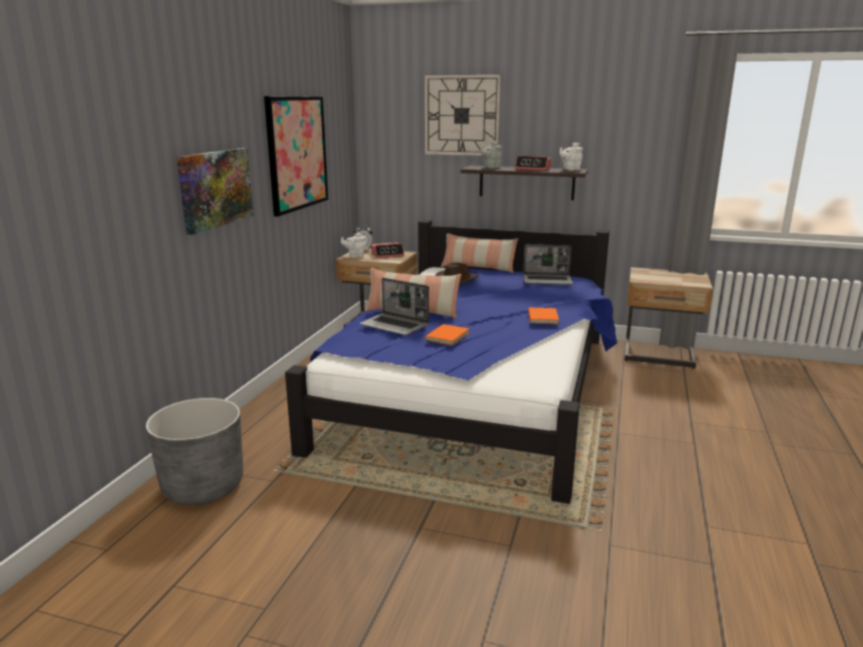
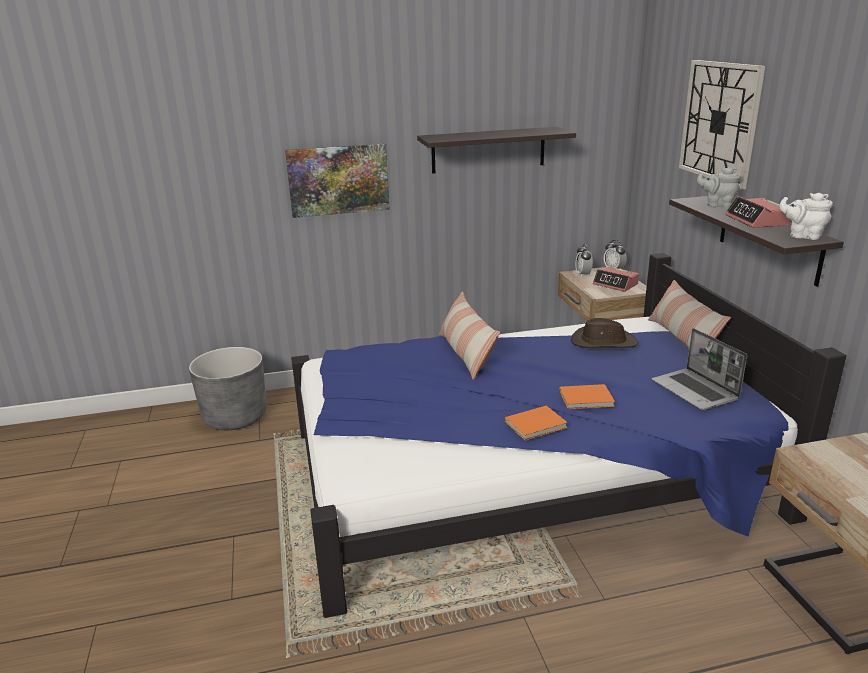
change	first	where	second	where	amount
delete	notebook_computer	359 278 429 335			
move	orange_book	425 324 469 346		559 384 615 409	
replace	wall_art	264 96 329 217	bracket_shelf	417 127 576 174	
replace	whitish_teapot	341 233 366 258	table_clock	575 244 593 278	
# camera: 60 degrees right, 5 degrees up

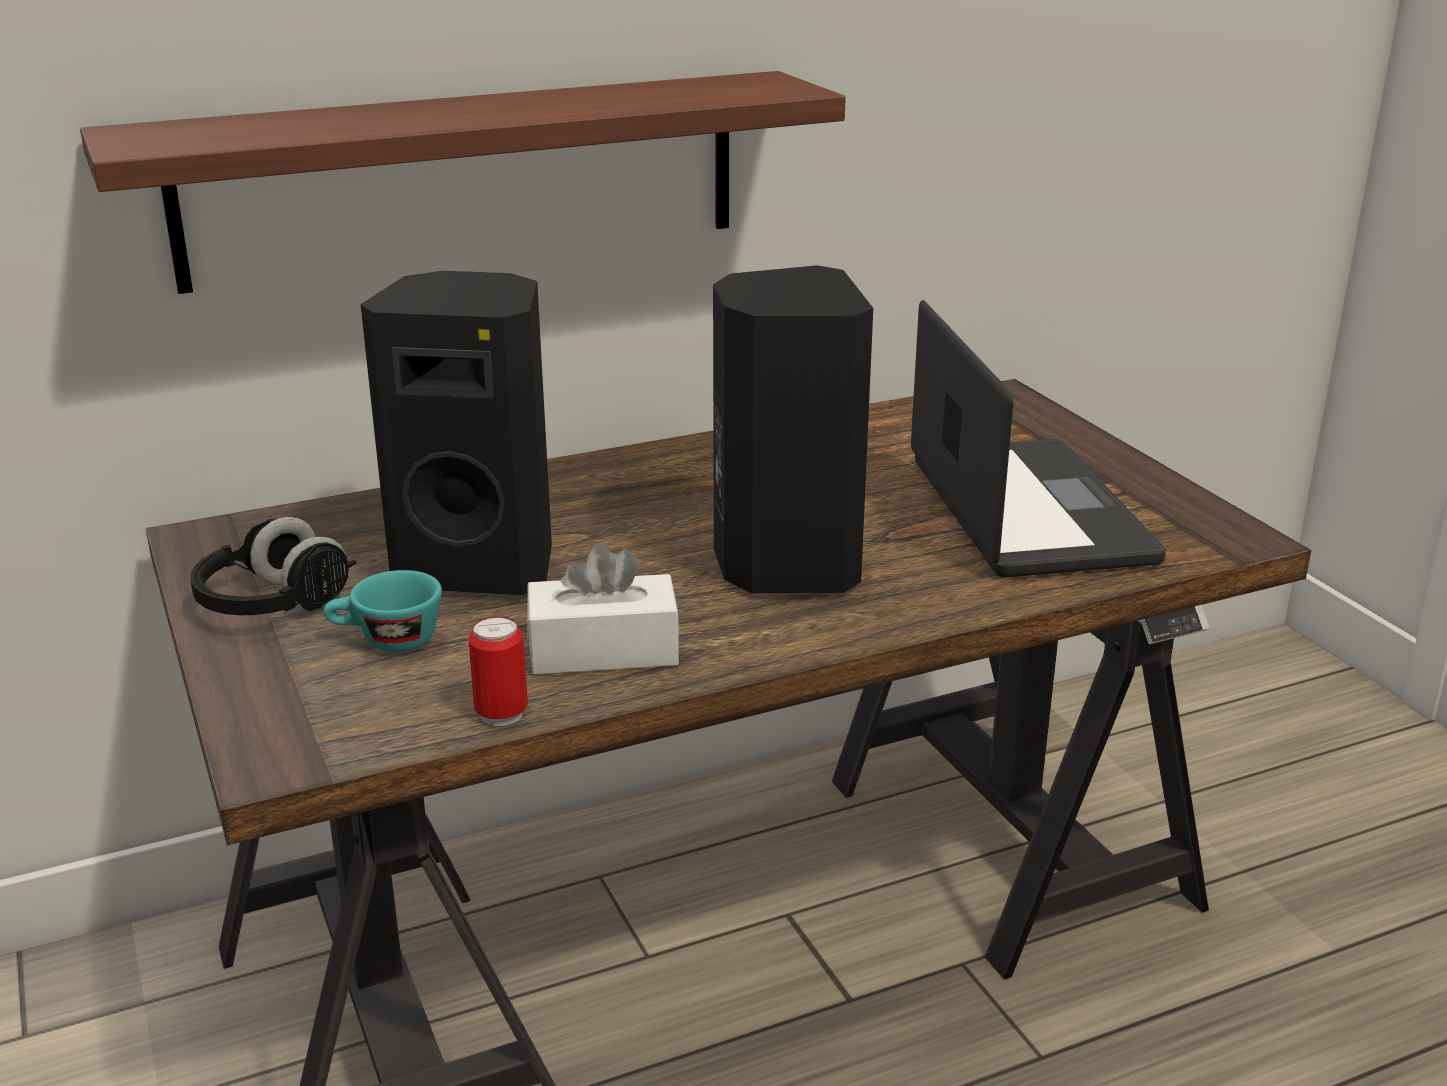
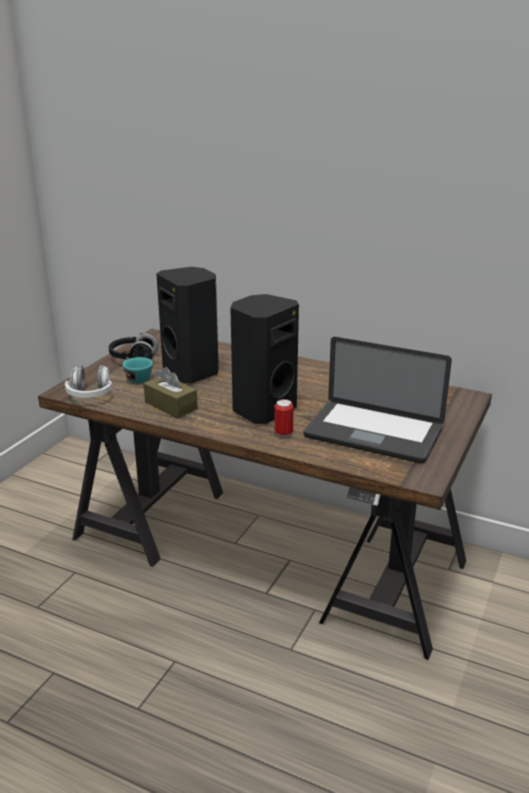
change	first	where	second	where	amount
delete	bracket_shelf	80 71 846 294			
insert			whitish_pair_of_headphones	65 365 112 398	
move	can	468 616 528 726		274 399 294 438	
recolor	whitish_tissue_box	527 543 680 675	brownish_tissue_box	144 367 198 418	
rotate	notebook_computer	911 300 1166 578		303 337 452 463	75 degrees clockwise
# camera: 50 degrees right, 0 degrees up

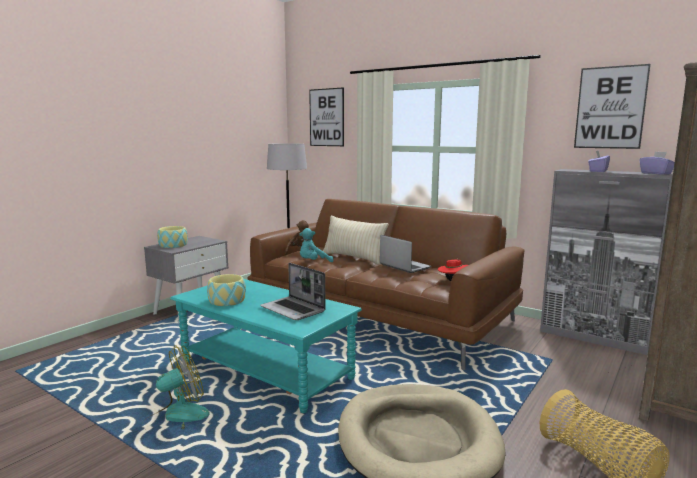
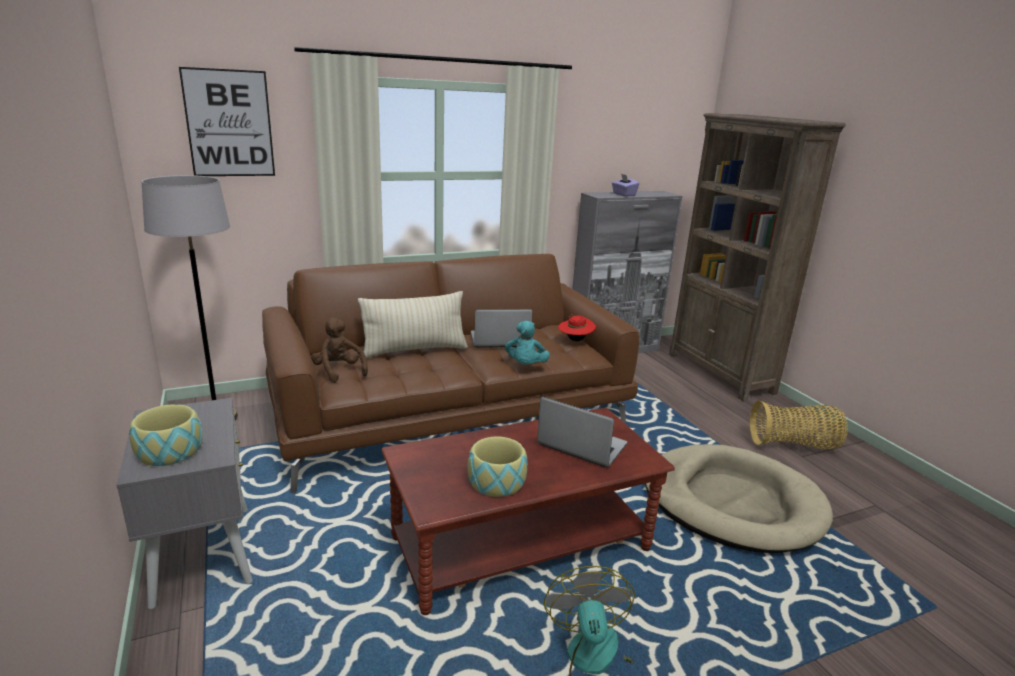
change	first	where	second	where	amount
delete	wall_art	574 64 651 149			
delete	purplish_tissue_box	640 152 675 175			
move	blue-green_plush_toy	299 228 334 262		505 321 550 364	
recolor	blue-green_coffee_table	170 279 362 413	brownish_coffee_table	381 408 675 615	
rotate	notebook_computer	260 263 326 320		537 397 627 467	135 degrees counterclockwise
# camera: 60 degrees left, 10 degrees up

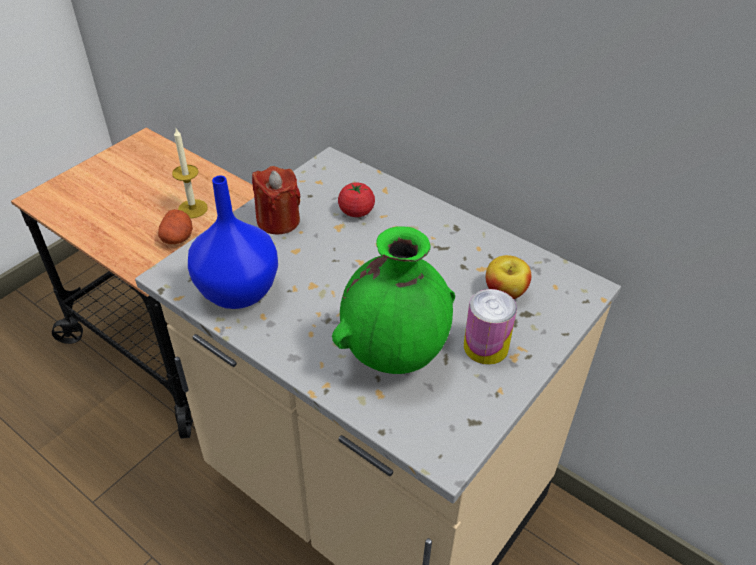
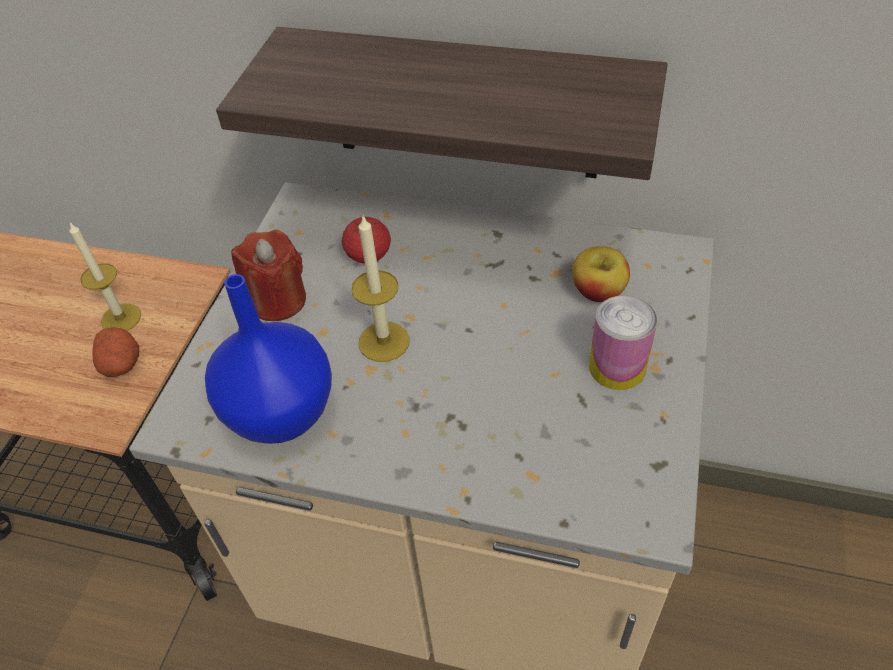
change	first	where	second	where	amount
delete	greenish_decorative_vase	332 226 455 374			
insert			bracket_shelf	216 27 668 180	
insert			candle	351 215 410 362	
# camera: 20 degrees left, 5 degrees up

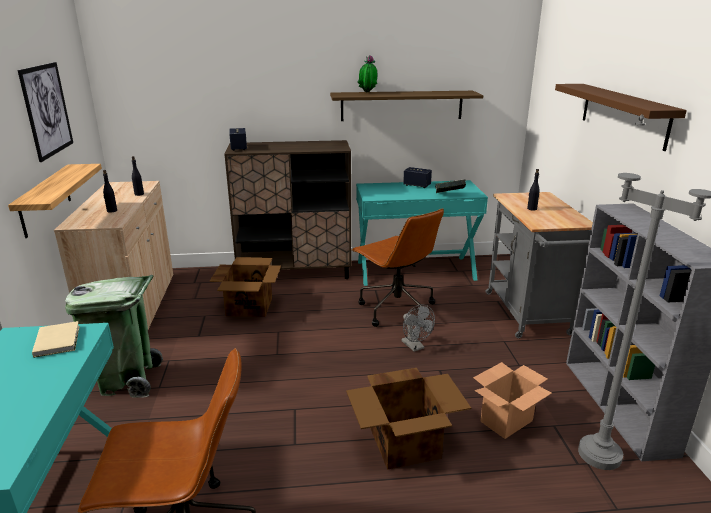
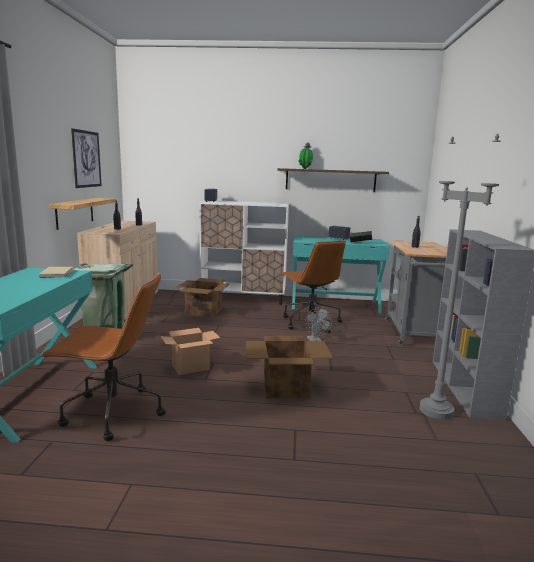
change	first	where	second	where	amount
delete	brownish_bracket_shelf	555 84 687 151			
move	packing_box	473 362 552 439		160 328 220 375	
recolor	brownish_cupboard	224 140 351 279	whitish_cupboard	199 200 289 305	
# camera: 10 degrees right, 10 degrees down

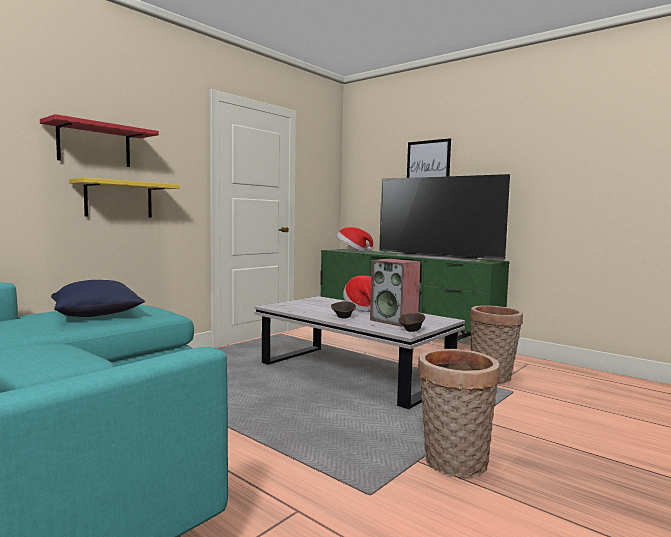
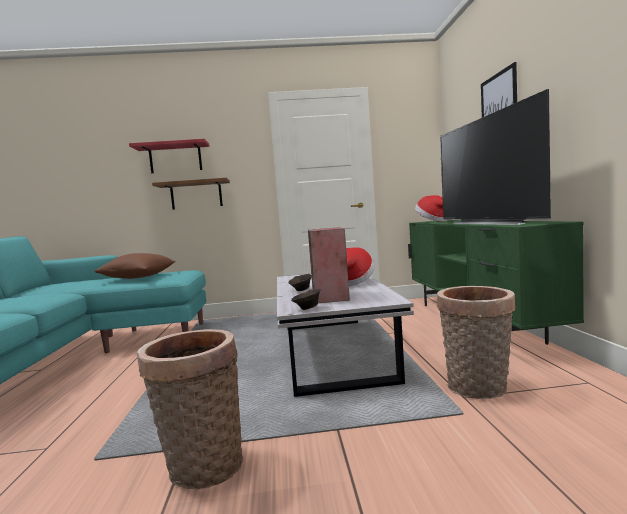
change	first	where	second	where	amount
recolor	bluish_throw_pillow	51 280 145 317	brownish_throw_pillow	94 253 176 279	
recolor	yellow_bracket_shelf	69 178 180 218	brownish_bracket_shelf	152 178 230 210	
# camera: 45 degrees right, 0 degrees up

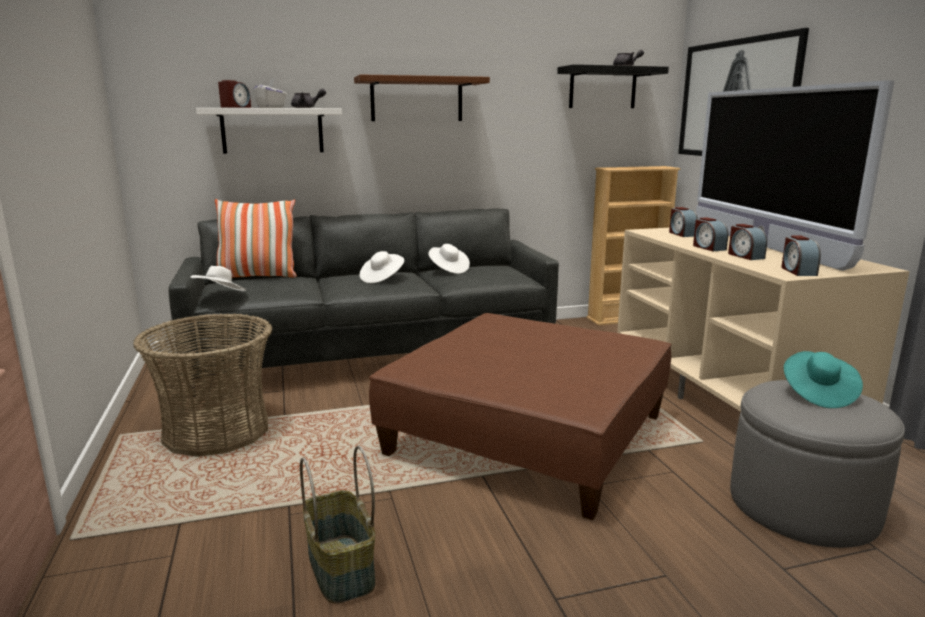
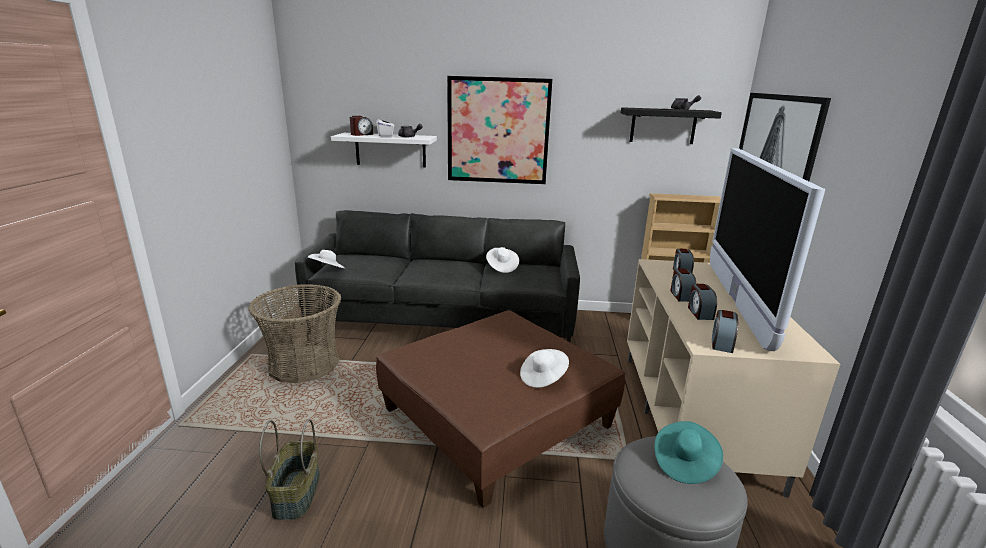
change	first	where	second	where	amount
delete	throw_pillow	215 199 297 278			
move	whitish_hat	359 251 404 283		520 349 569 388	
replace	brownish_bracket_shelf	354 74 490 121	wall_art	447 76 552 184	
# camera: 20 degrees right, 5 degrees up

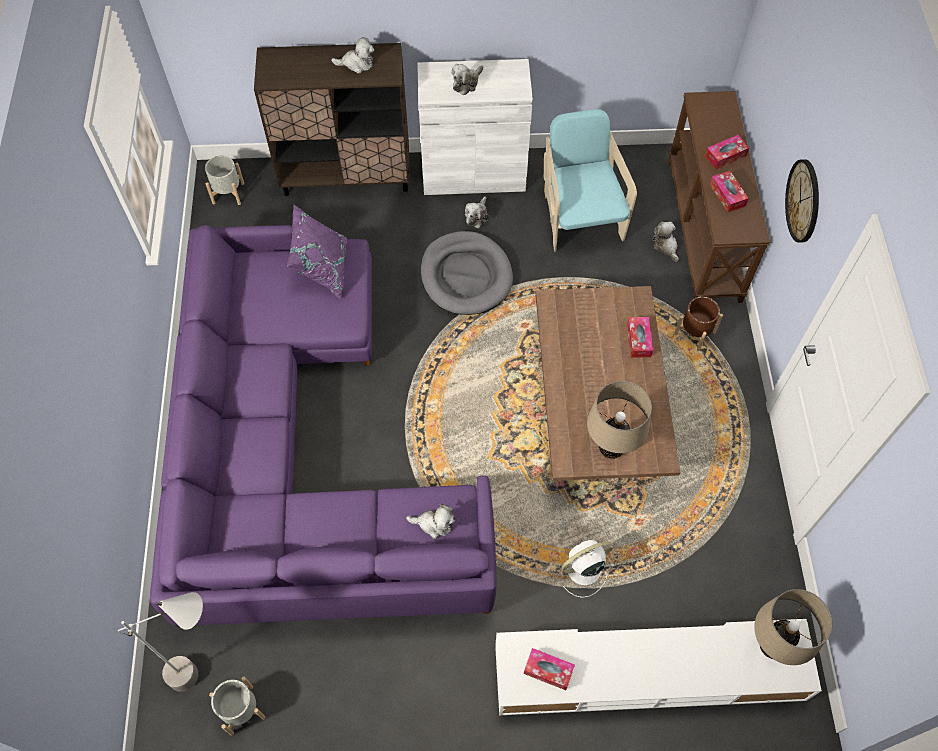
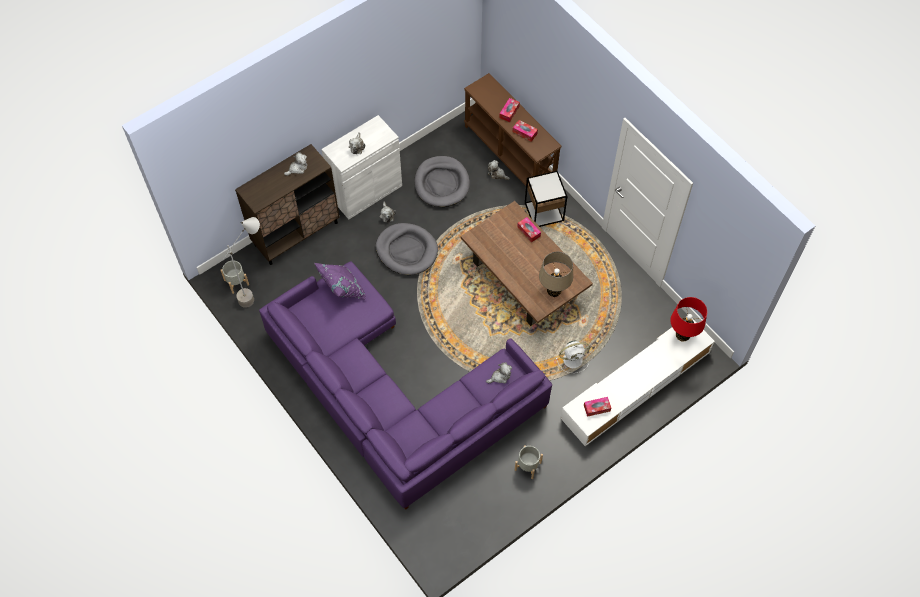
change	first	where	second	where	amount
delete	clock_on_the_wall	785 159 819 243			
move	grey_floor_lamp	118 592 203 692		223 217 260 308	
move	grey_flower_pot	209 677 265 736		515 445 543 479	
replace	blue-green_armchair	544 109 637 252	grey_pet_bed	414 156 470 207	
replace	brownish_flower_pot	674 296 723 351	accent_table	525 171 568 227	
recolor	sand-coloured_lamp_for_a_table	754 589 832 665	red-coloured_lamp_for_a_table	671 297 707 342	
rotate	whitish_electric_fan	562 540 614 598		556 341 590 373	135 degrees counterclockwise
# camera: 35 degrees left, 0 degrees up

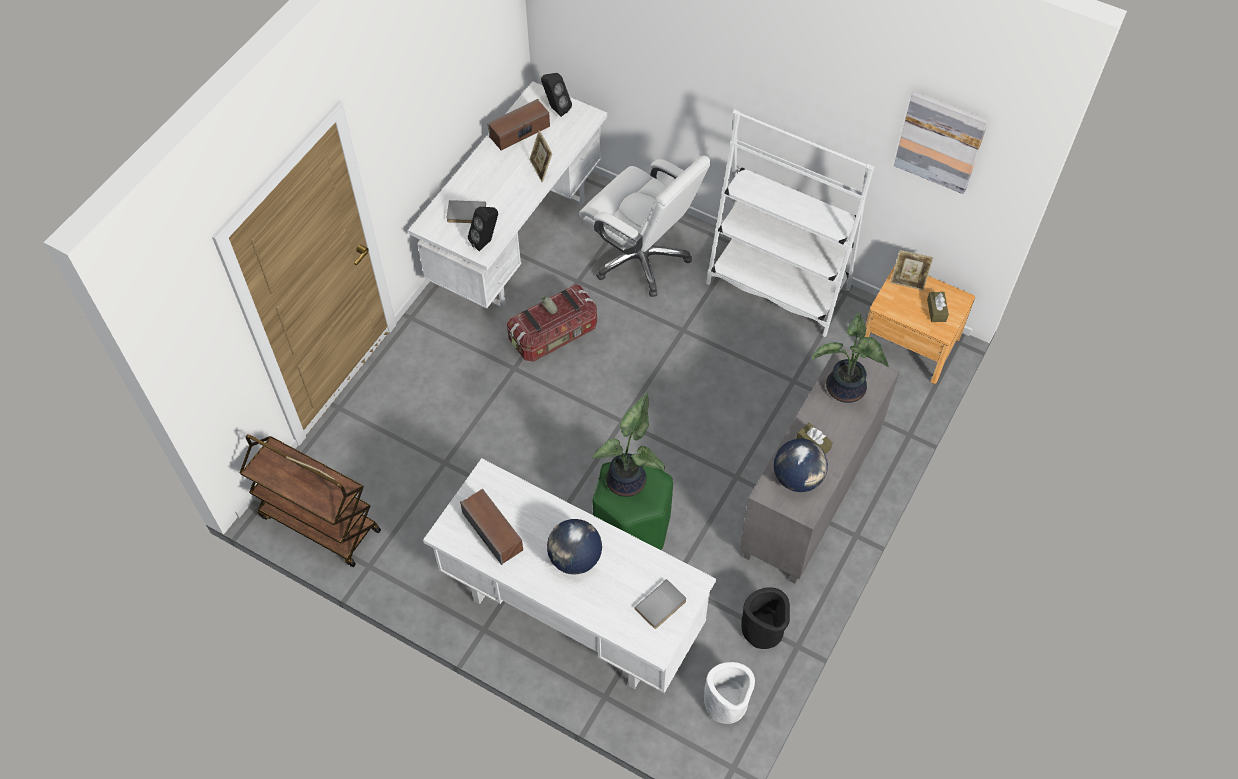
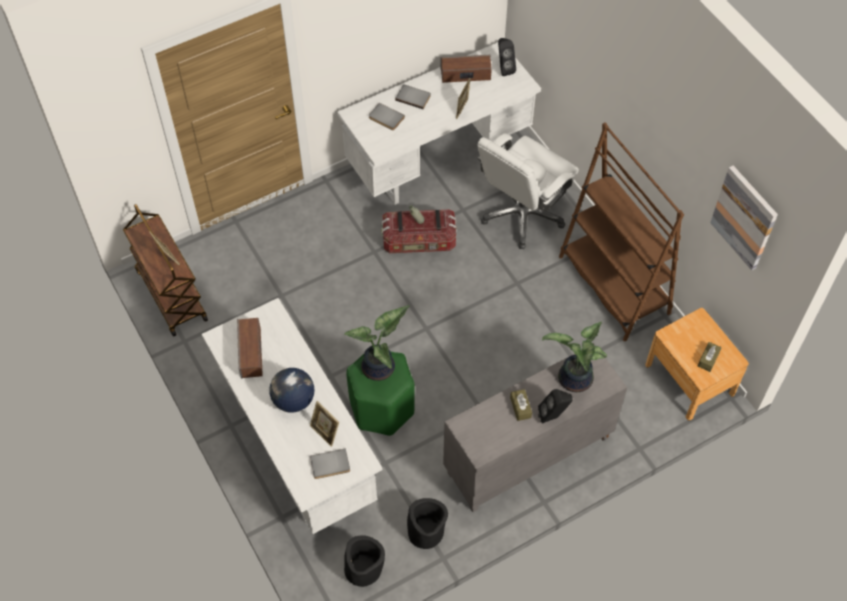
change	first	where	second	where	amount
delete	desk_globe	774 439 828 492			
insert			grey_book	395 85 431 109	
move	black-coloured_speaker	468 207 498 251		538 389 573 423	
move	standing_frame	890 250 933 290		310 401 339 447	
recolor	whitish_flower_pot	704 662 755 724	black-coloured_flower_pot	344 535 385 587	
recolor	whitish_shelving_unit	706 109 874 337	brownish_shelving_unit	559 122 684 342	
rotate	whitish_office_chair	579 155 711 297		477 133 579 249	60 degrees clockwise
# camera: 30 degrees right, 0 degrees up

